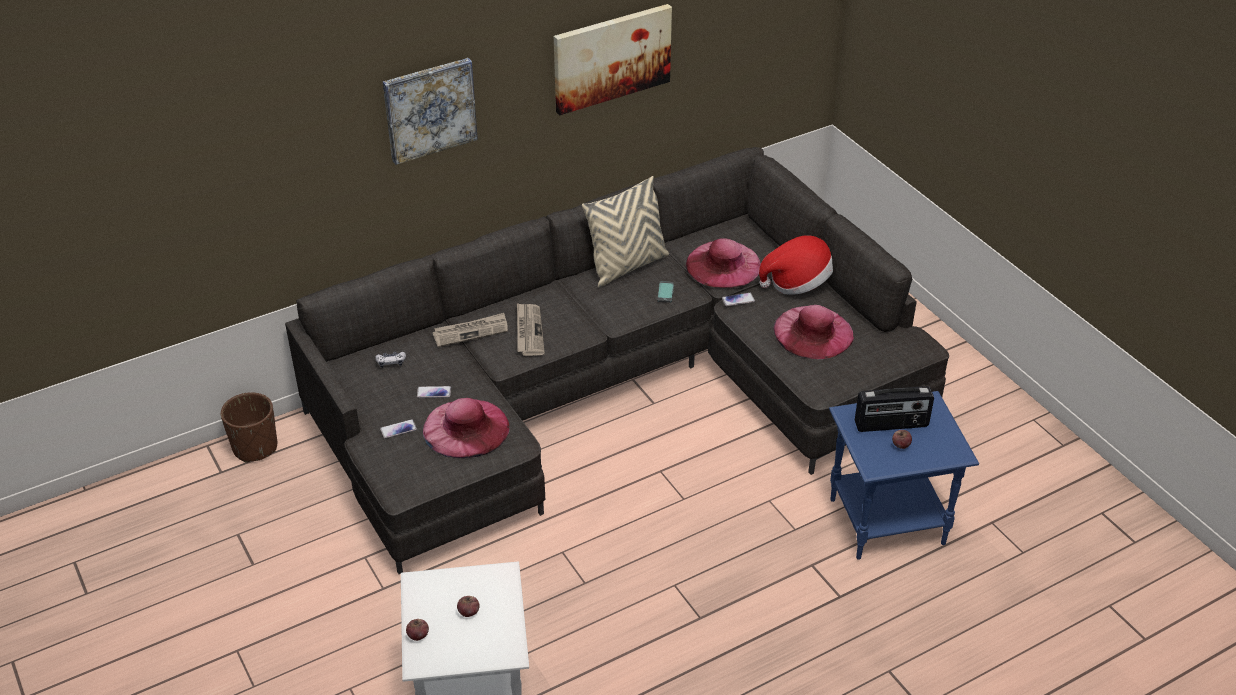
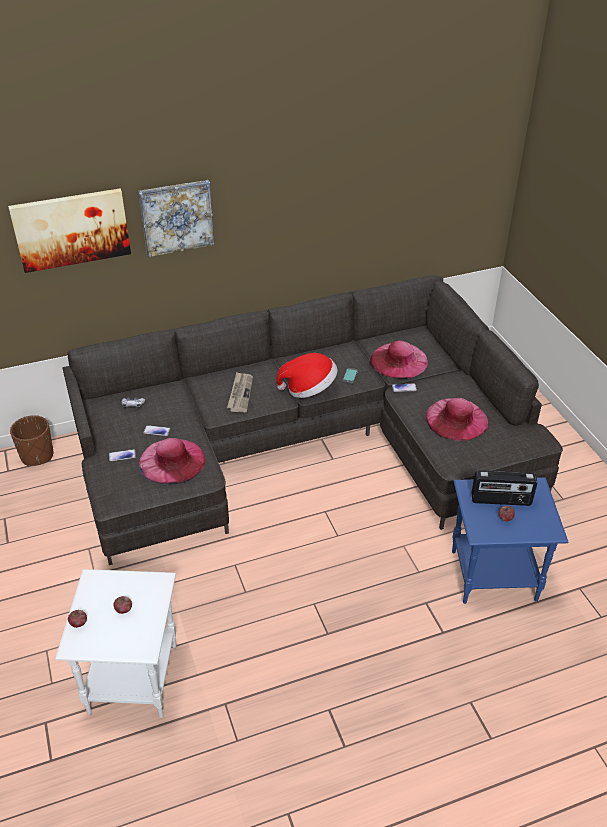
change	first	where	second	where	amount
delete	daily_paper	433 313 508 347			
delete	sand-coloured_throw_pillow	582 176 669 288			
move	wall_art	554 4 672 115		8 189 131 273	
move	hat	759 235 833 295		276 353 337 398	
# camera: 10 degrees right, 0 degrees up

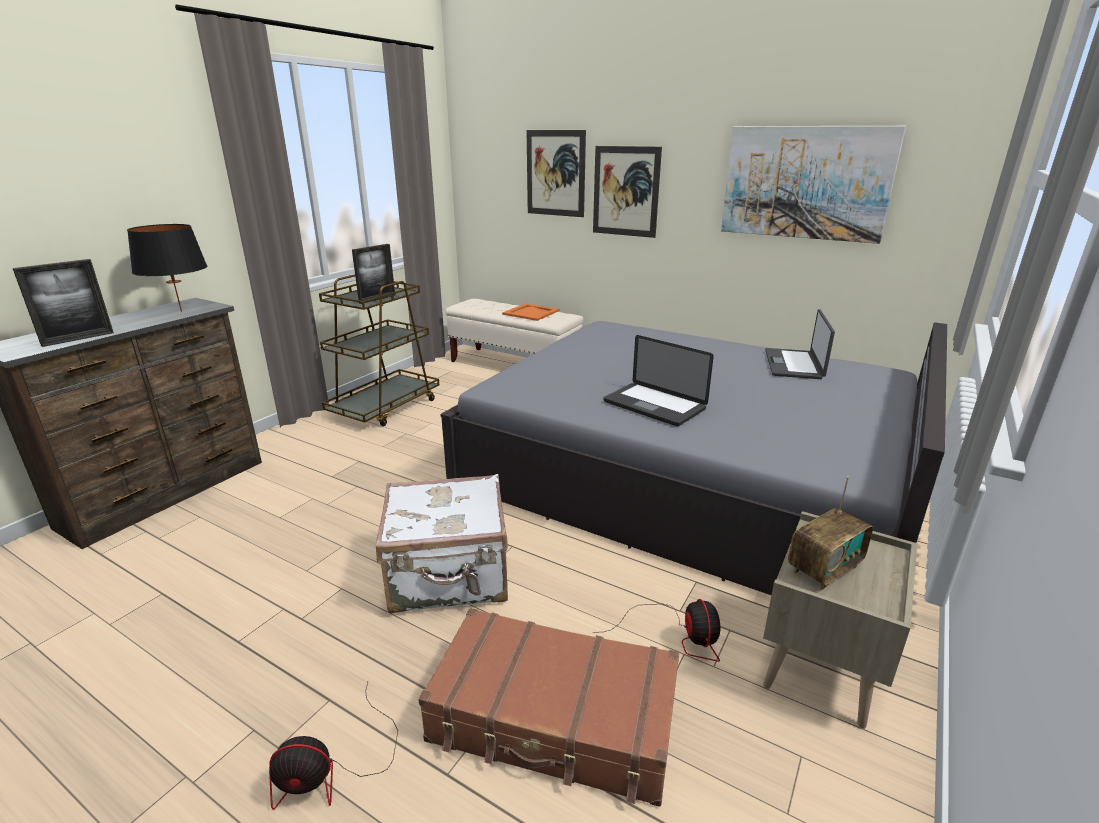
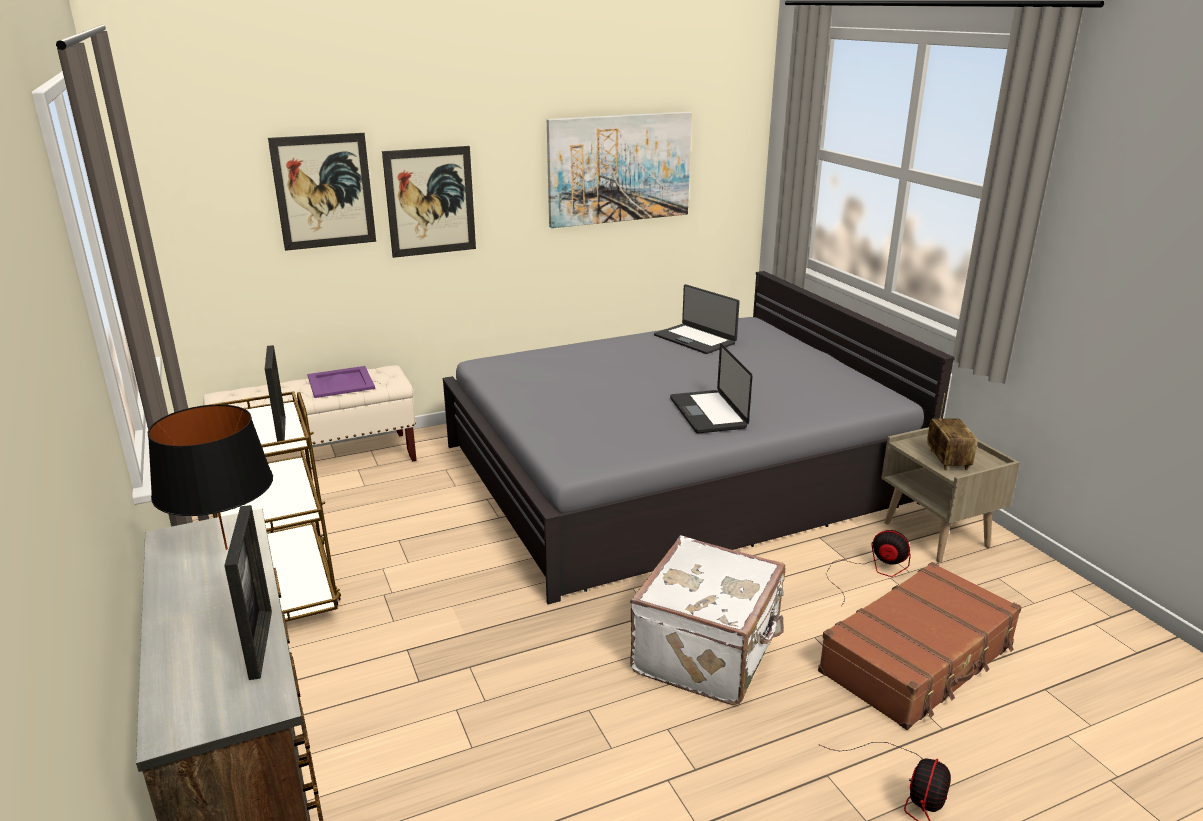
change	first	where	second	where	amount
recolor	orange_carrying_tray	502 303 559 321	purplish_carrying_tray	307 366 375 398	
rotate	notebook_computer	603 335 714 426		670 343 752 433	90 degrees clockwise
# camera: 55 degrees left, 0 degrees up

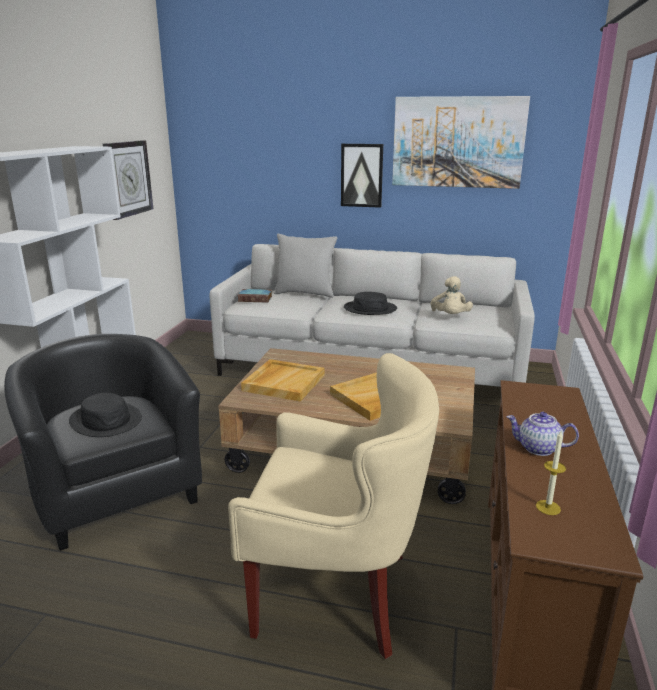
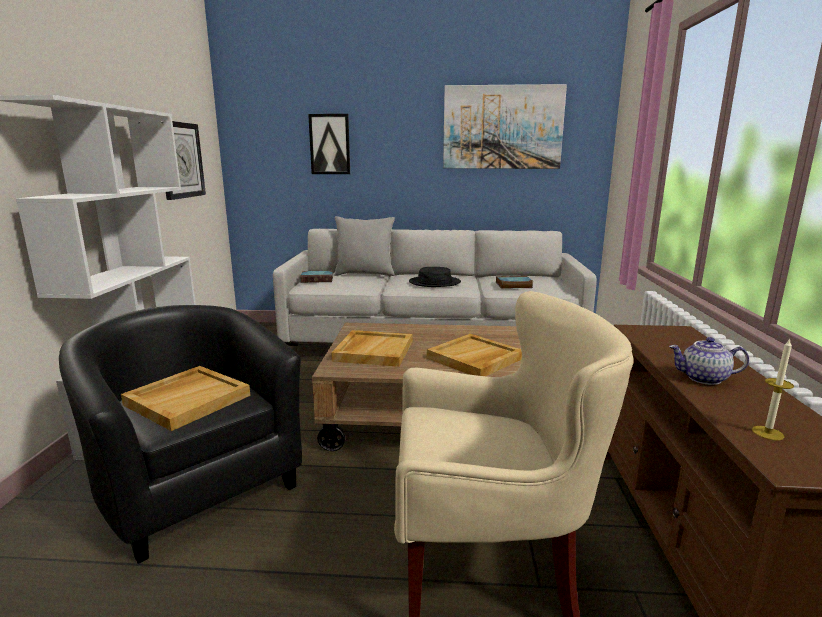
change	first	where	second	where	amount
move	wall_art	341 144 383 208		308 114 350 174	
replace	black-coloured_hat	69 393 142 437	sand-coloured_carrying_tray	121 366 250 431	
replace	sand-coloured_plush_toy	431 276 473 314	book	496 276 533 289	
# camera: 10 degrees left, 5 degrees down

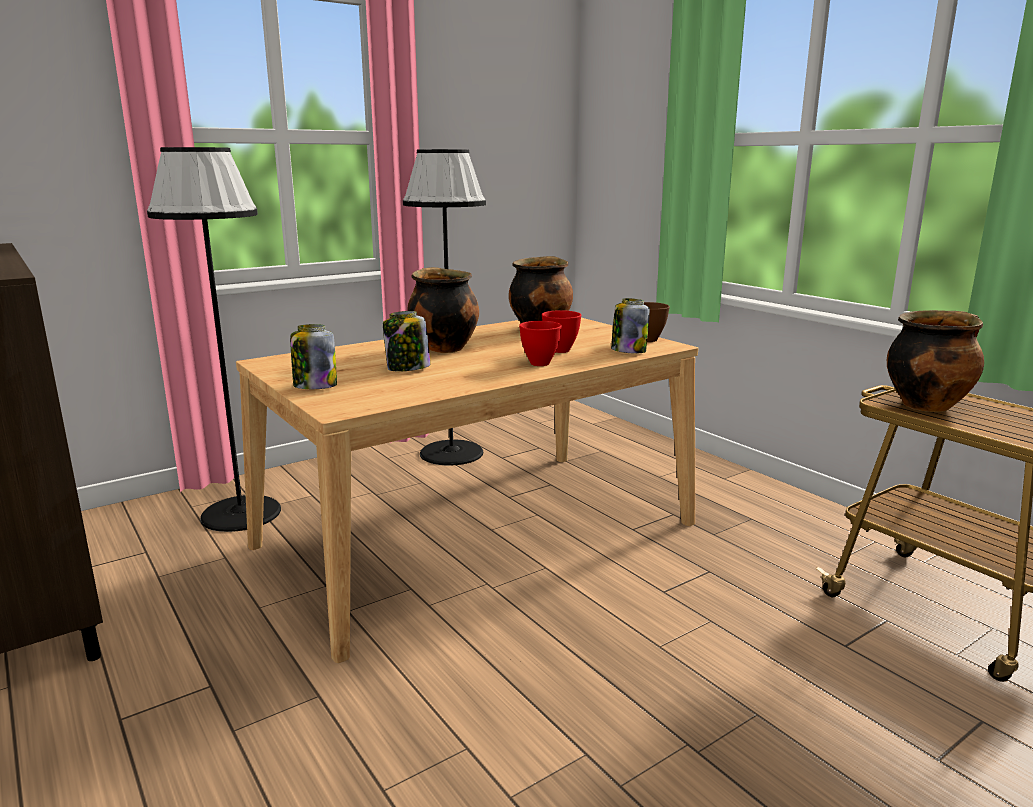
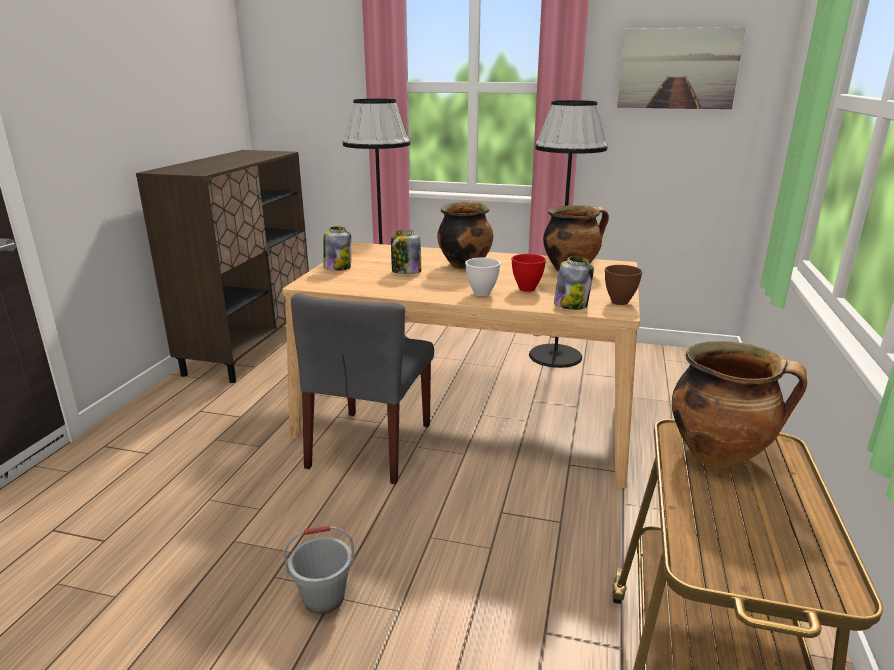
change	first	where	second	where	amount
insert			grey_bucket	284 525 355 614	
insert			grey_upright_chair	291 293 434 484	
insert			wall_art	617 27 745 109	
recolor	red-coloured_serving_bowl	519 321 562 366	whitish_serving_bowl	465 258 500 296	
# camera: 50 degrees right, 5 degrees up

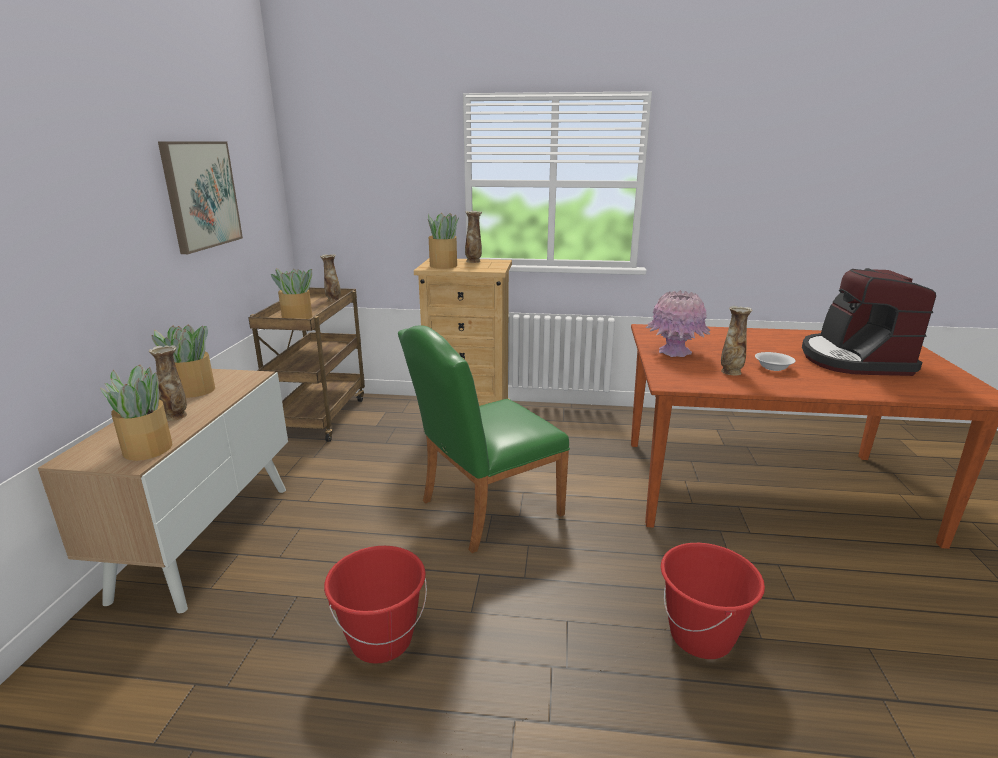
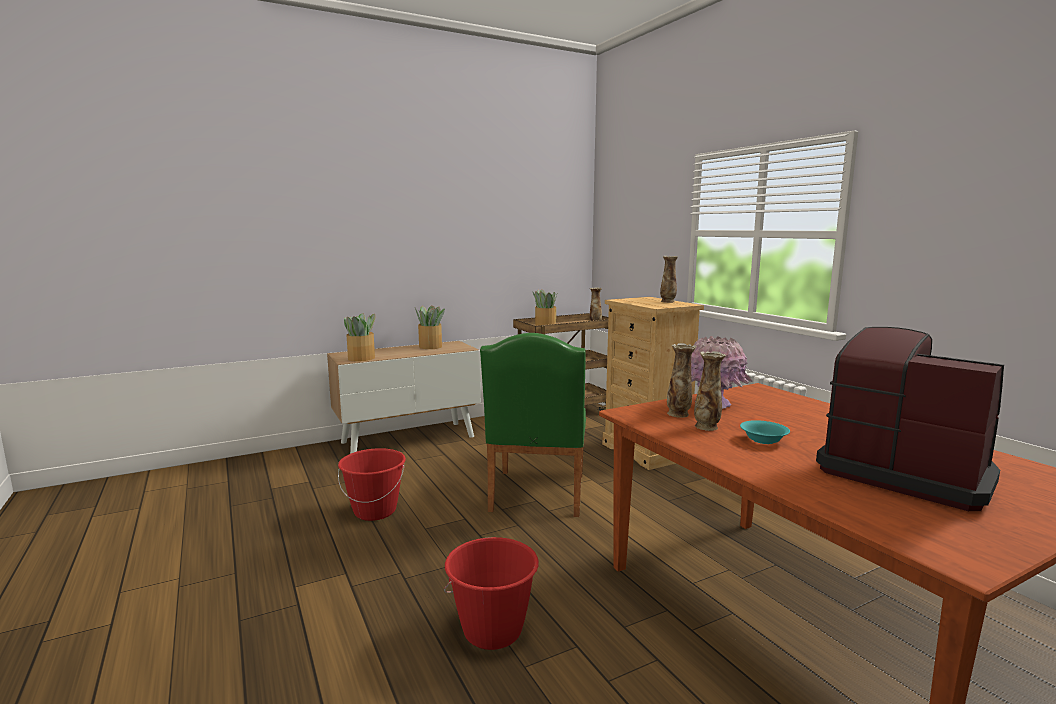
change	first	where	second	where	amount
delete	wall_art	158 141 243 254			
delete	plant_in_a_pot	428 213 459 269			
move	decorative_vase	149 345 187 421		667 343 696 418	
recolor	whitish_serving_bowl	755 352 796 371	blue-green_serving_bowl	740 420 790 444	
rotate	greenish_upright_chair	398 325 570 553		480 333 586 517	105 degrees counterclockwise
rotate	coffee_maker	802 268 936 376		816 327 1004 511	75 degrees clockwise
# camera: 55 degrees right, 10 degrees down

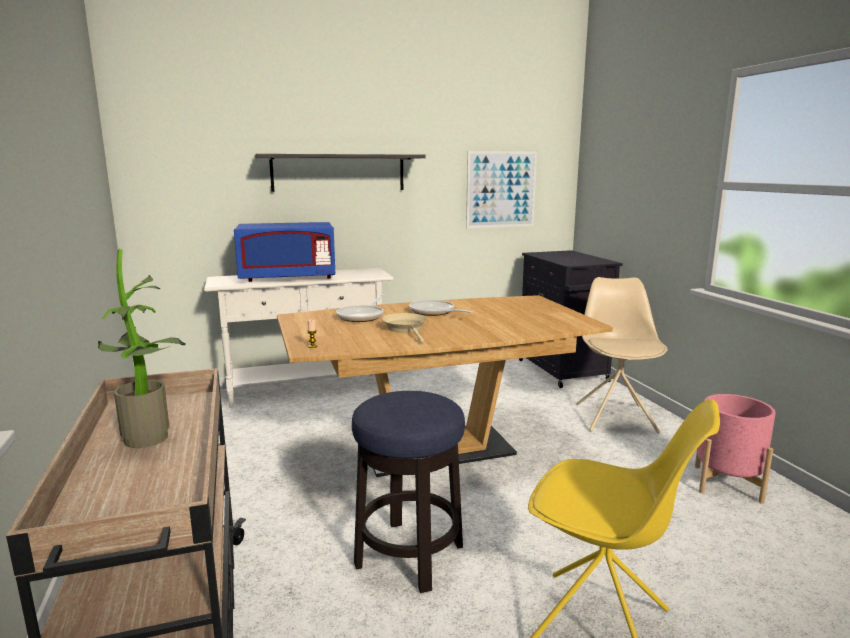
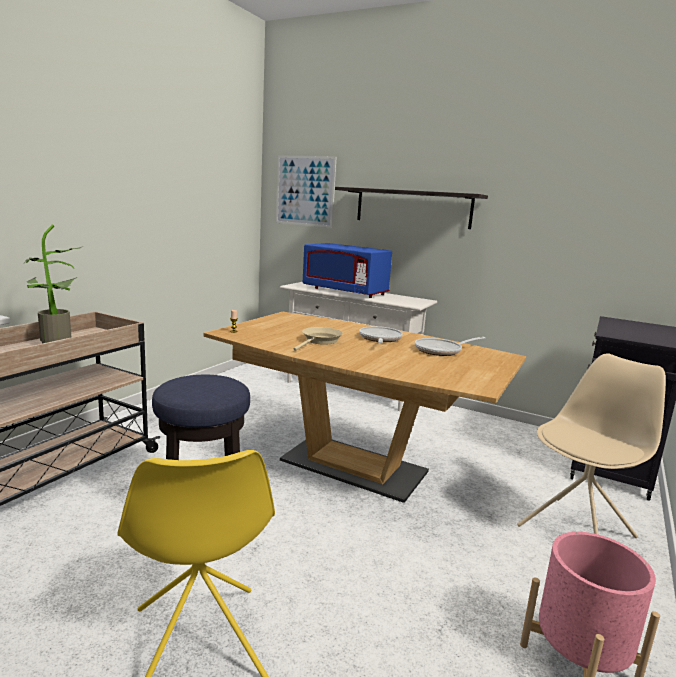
change	first	where	second	where	amount
move	frying_pan	336 294 385 322		415 337 485 356	
move	wall_art	466 151 537 228		276 155 336 228	
# camera: 45 degrees right, 0 degrees up

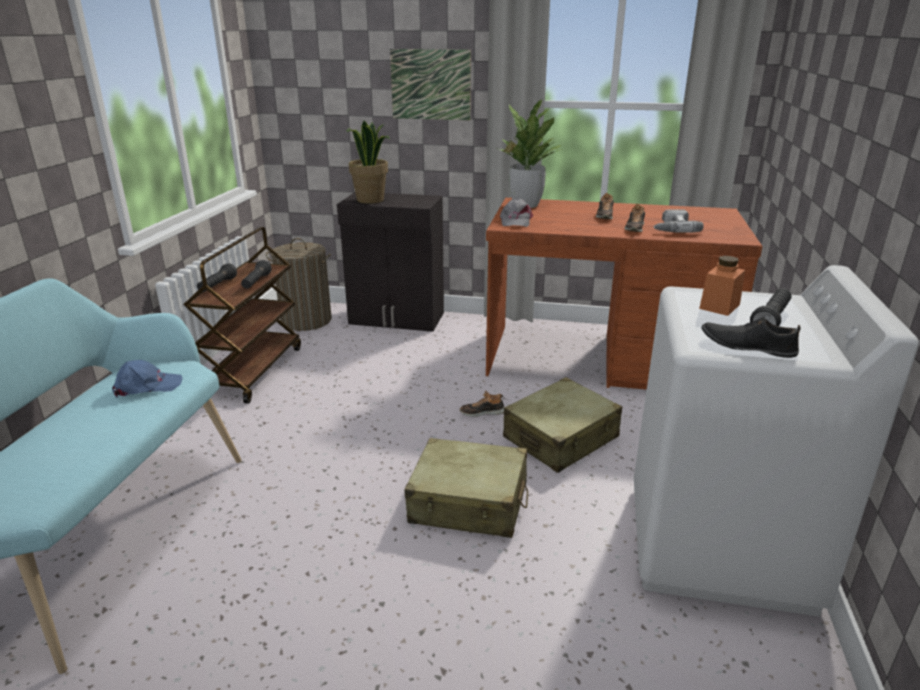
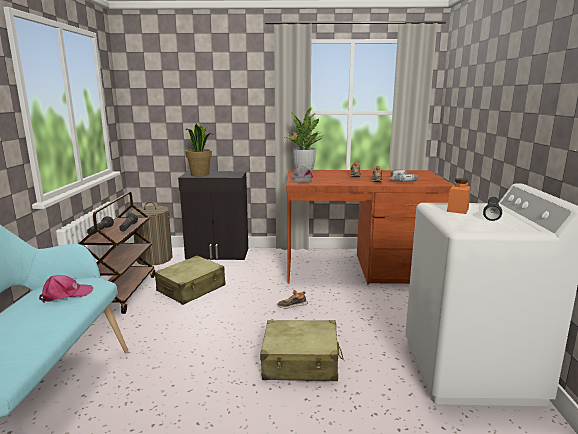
change	first	where	second	where	amount
delete	wall_art	390 49 471 120			
delete	black-coloured_low_shoe	702 317 801 358			
move	sand-coloured_piece_of_luggage	503 377 622 473		155 256 226 305	
recolor	bluish_peaked_cap	112 360 183 398	pinkish_peaked_cap	39 275 93 303	
# camera: 10 degrees left, 10 degrees down

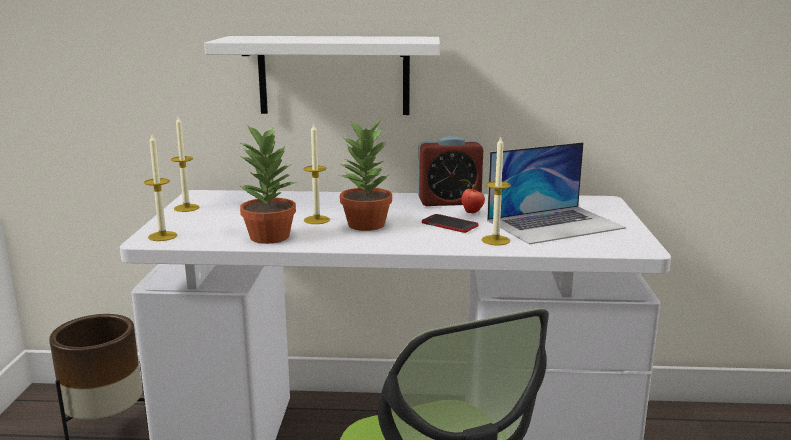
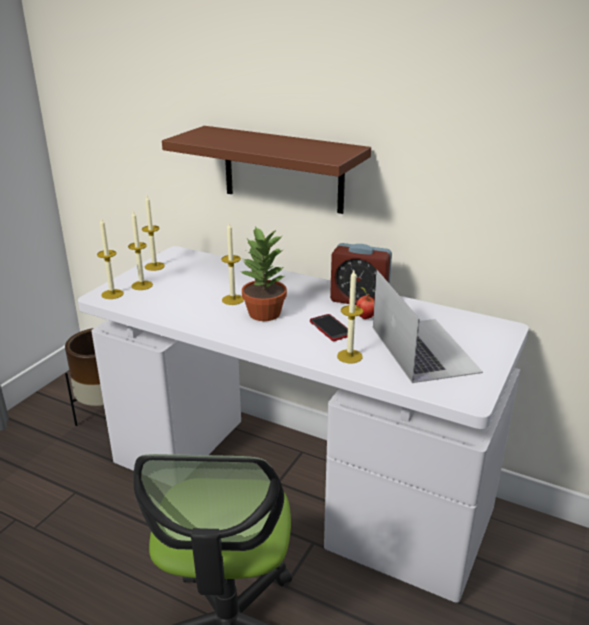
change	first	where	second	where	amount
delete	plant_in_a_pot	239 125 296 244			
insert			candle	128 211 153 290	
recolor	whitish_bracket_shelf	204 36 440 115	brownish_bracket_shelf	162 126 371 214	
rotate	notebook_computer	487 142 626 245		373 270 483 383	105 degrees counterclockwise
# camera: 25 degrees right, 10 degrees up

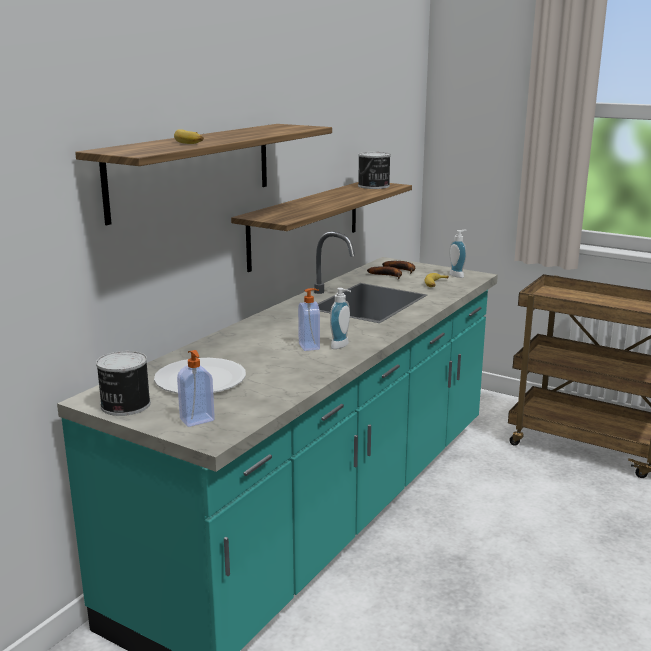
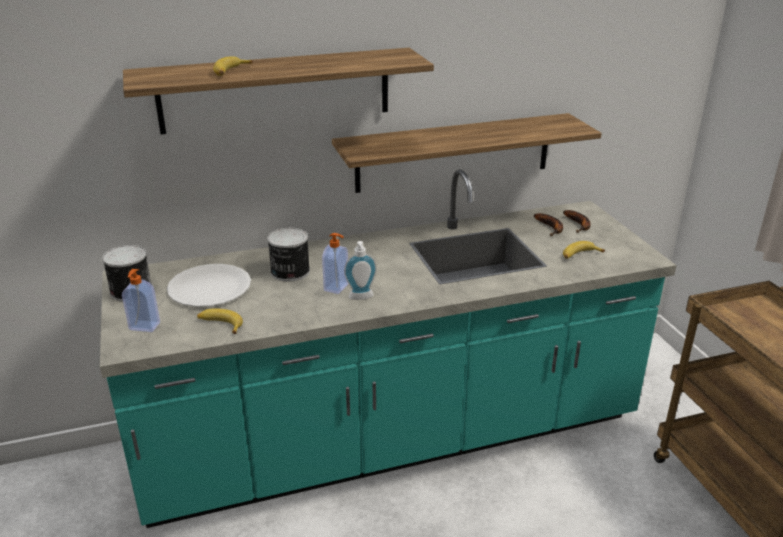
change	first	where	second	where	amount
delete	soap_bottle	449 230 467 278			
insert			whole_banana	197 308 243 334	
move	can	358 152 391 189		267 228 310 282	
# camera: 40 degrees right, 10 degrees up

